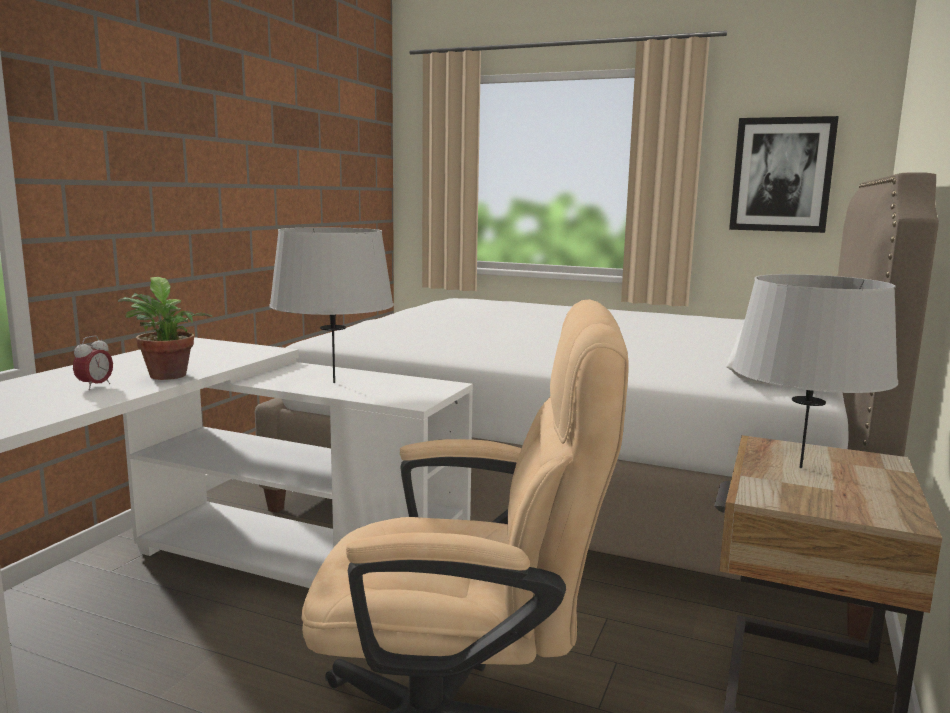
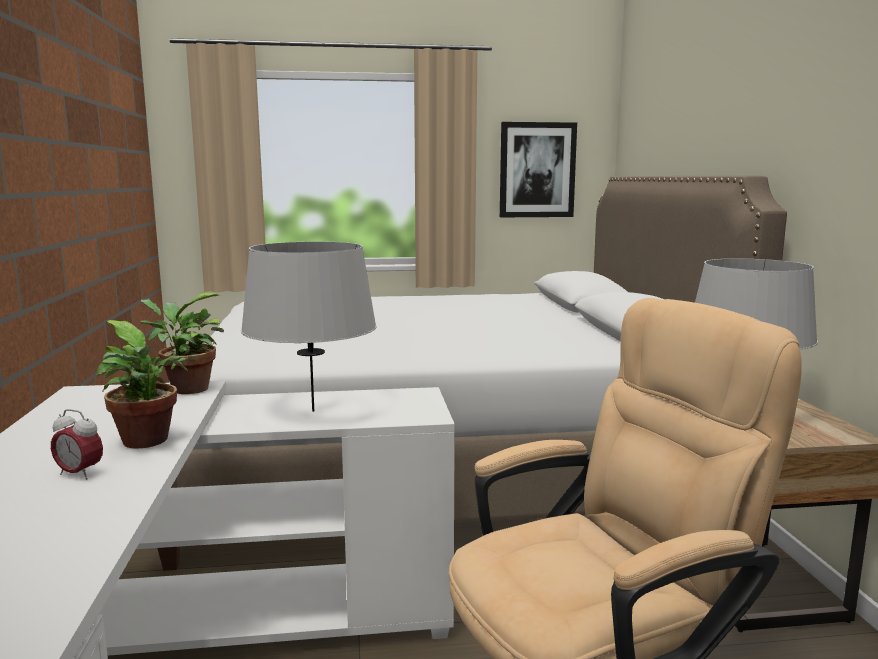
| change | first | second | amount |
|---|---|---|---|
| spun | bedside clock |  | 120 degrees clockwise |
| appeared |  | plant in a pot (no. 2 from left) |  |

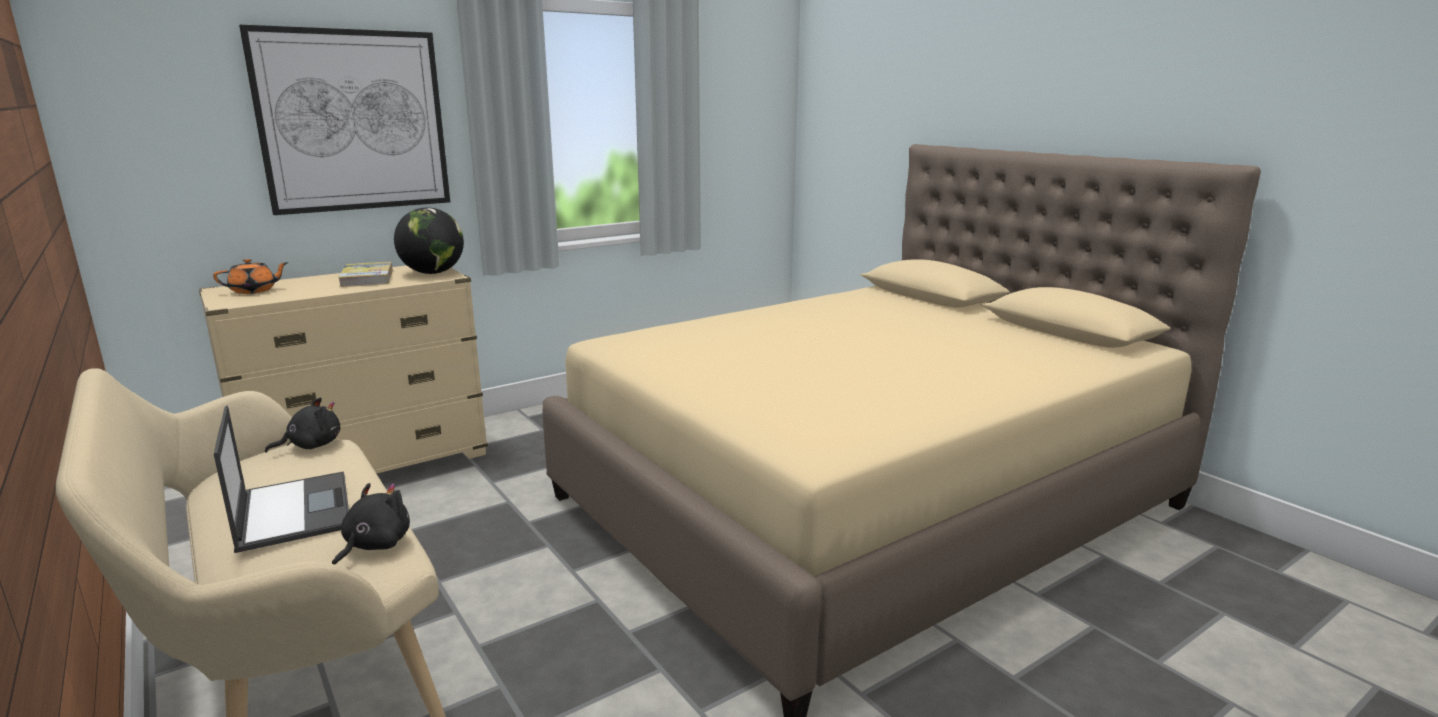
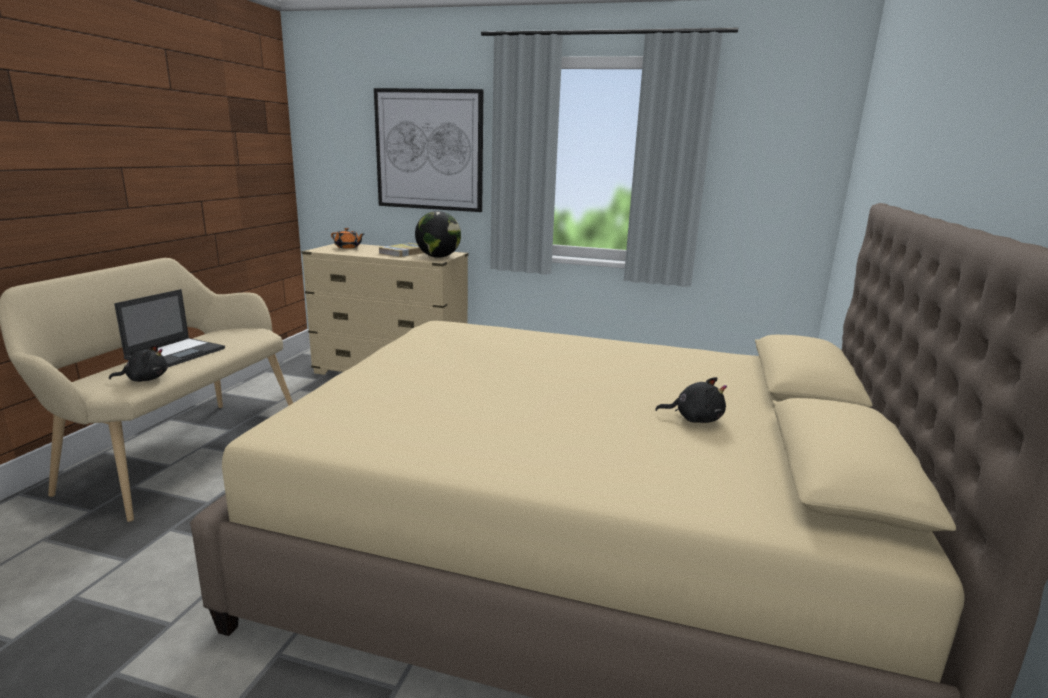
| change | first | second | amount |
|---|---|---|---|
| relocated | plush toy (blackish) (no. 1 from left in the first image) | plush toy (blackish) (no. 2 from left) |  |

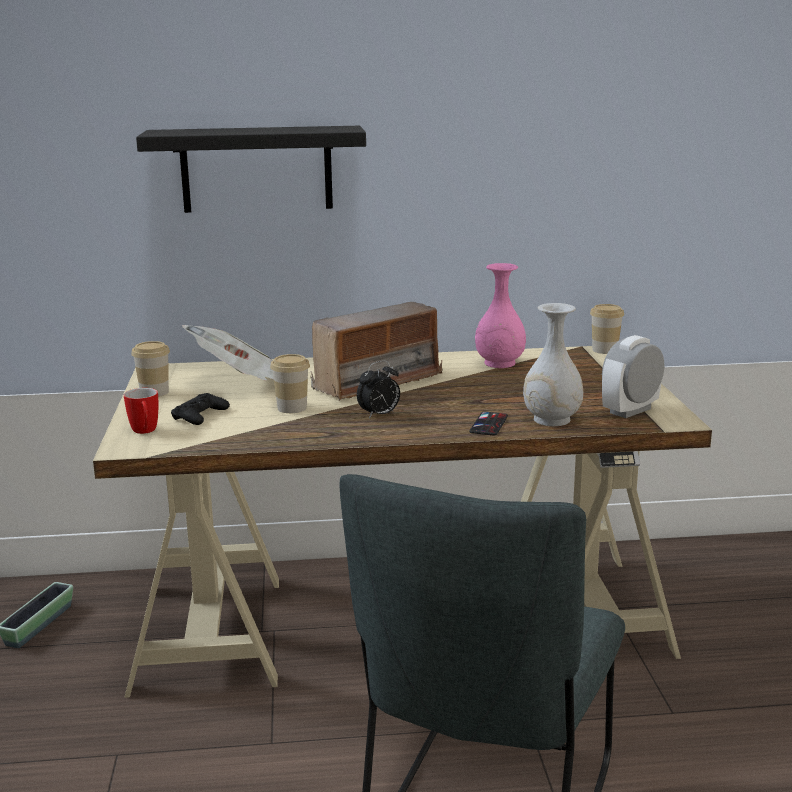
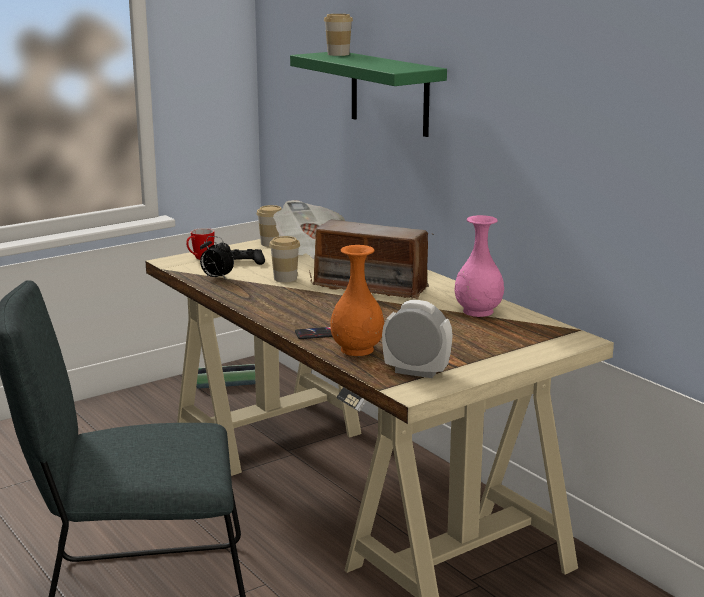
| change | first | second | amount |
|---|---|---|---|
| relocated | bedside clock (no. 1 from left) |  |  |
| colour | shelf (blackish) | shelf (green) |  |
| relocated | drinking cup (no. 3 from left) |  |  |
| colour | decorative vase (white-coloured) | decorative vase (orangey) |  |

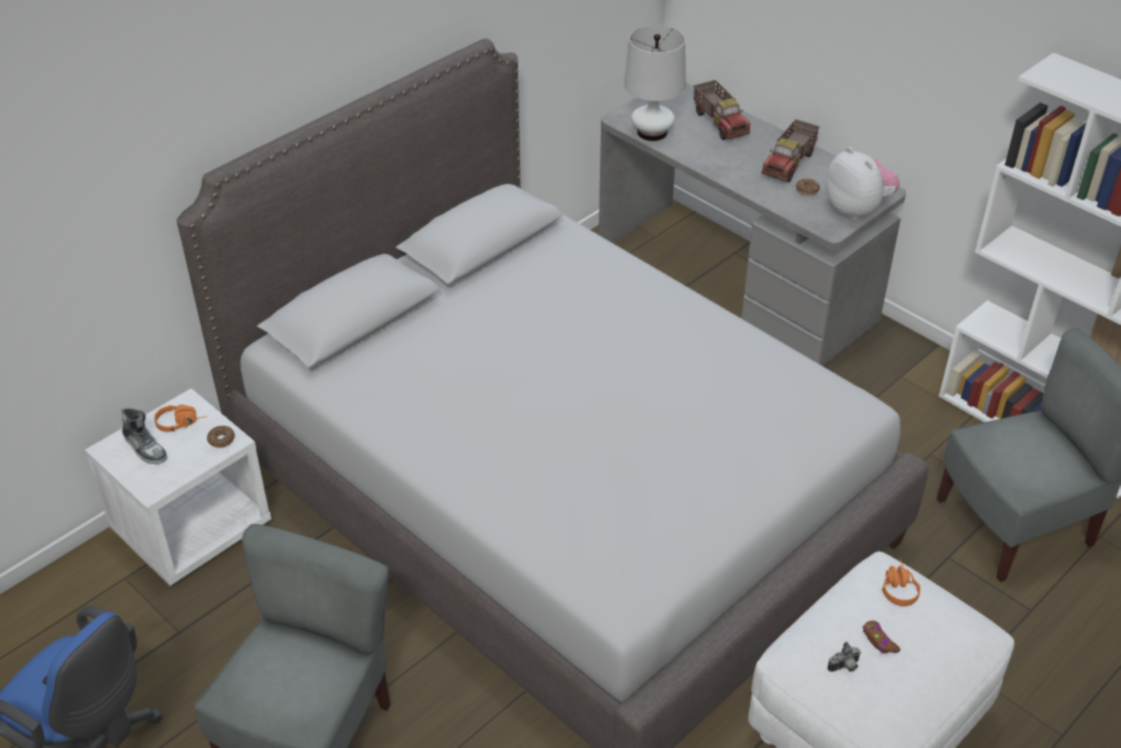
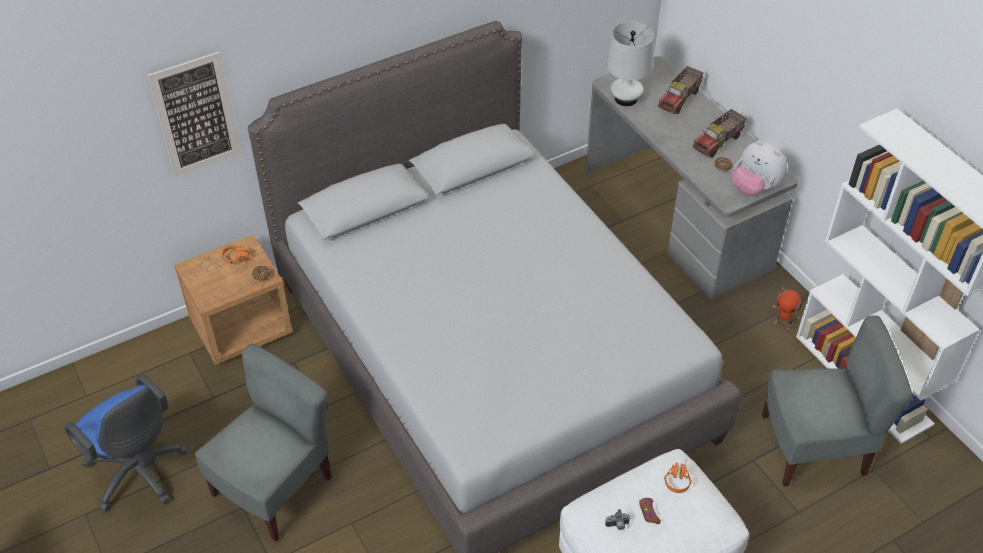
| change | first | second | amount |
|---|---|---|---|
| appeared |  | wall art |  |
| colour | night table (white-coloured) | night table (brown) |  |
| spun | toy lorry (no. 1 from left) |  | 45 degrees clockwise |
| spun | plush toy |  | 150 degrees clockwise |
| appeared |  | robot figure |  |
| missing | low shoe |  |  |

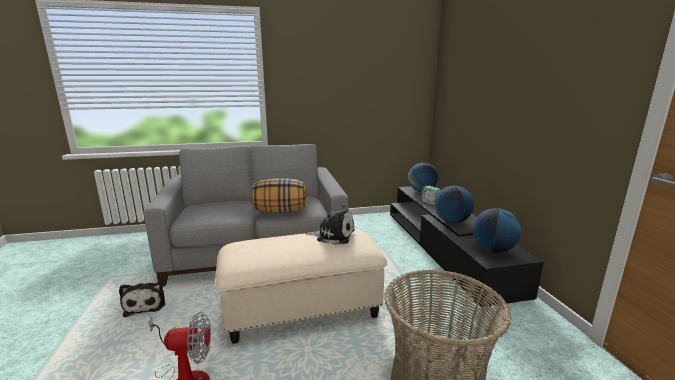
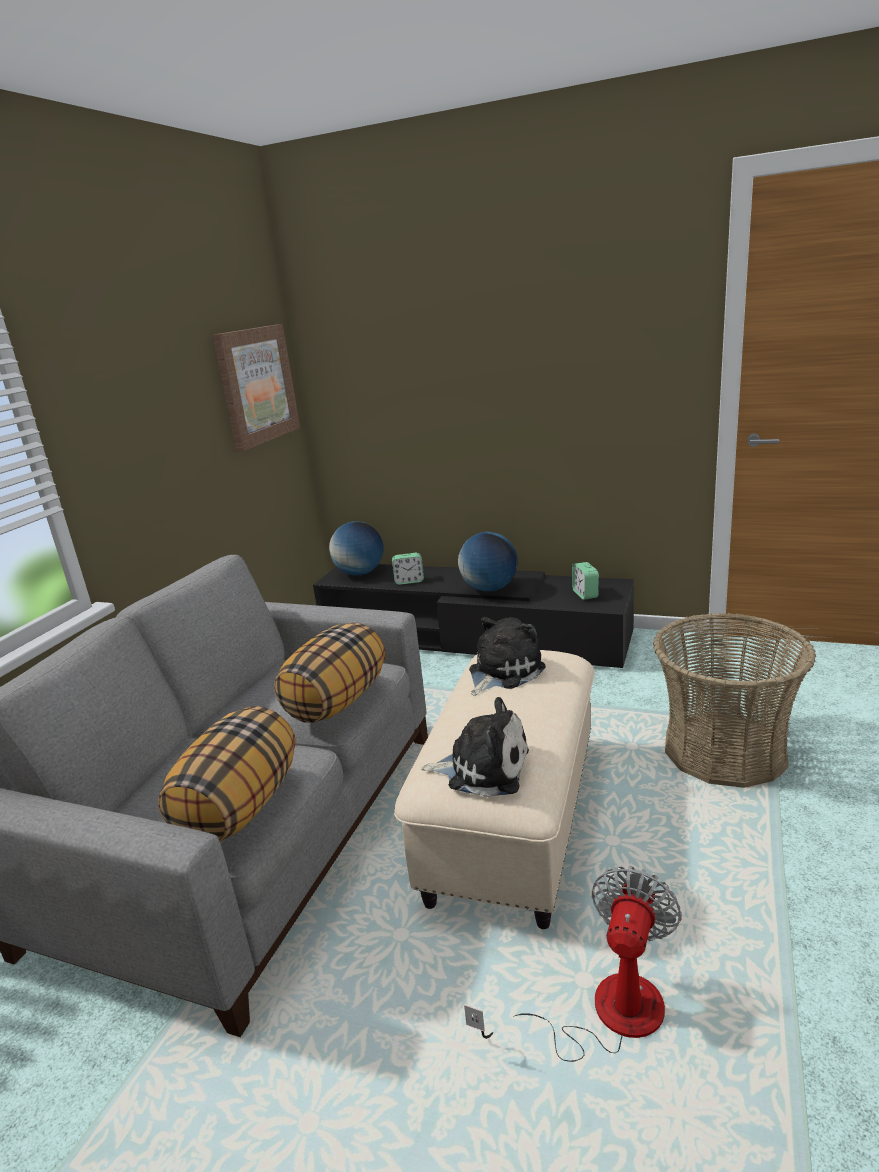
| change | first | second | amount |
|---|---|---|---|
| appeared |  | throw pillow (no. 1 from left) |  |
| appeared |  | wall art |  |
| relocated | plush toy (no. 1 from left) |  |  |
| exchanged | world globe (no. 3 from left) | bedside clock (no. 2 from left) |  |

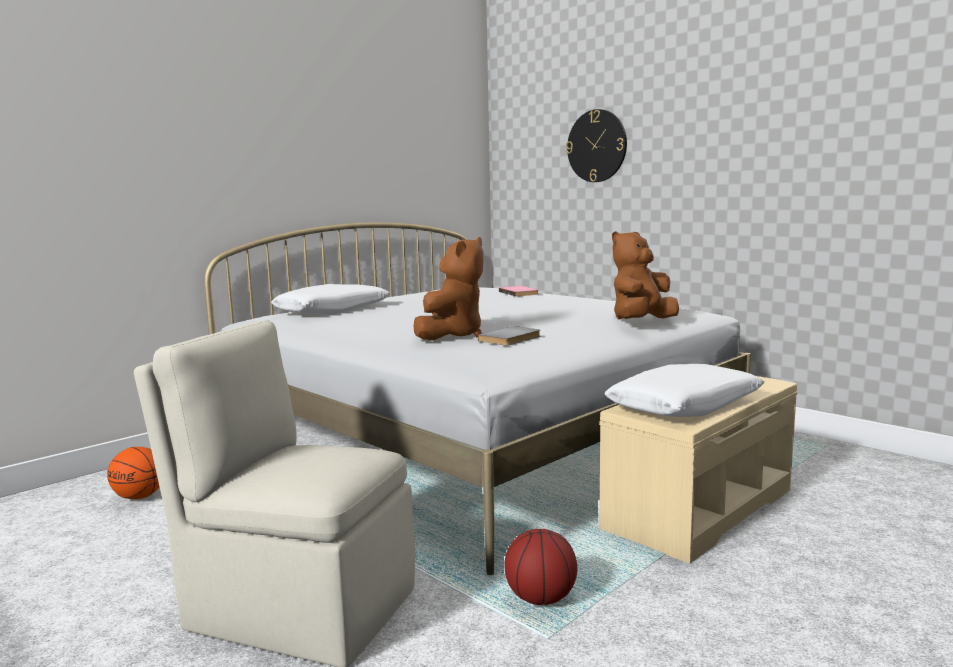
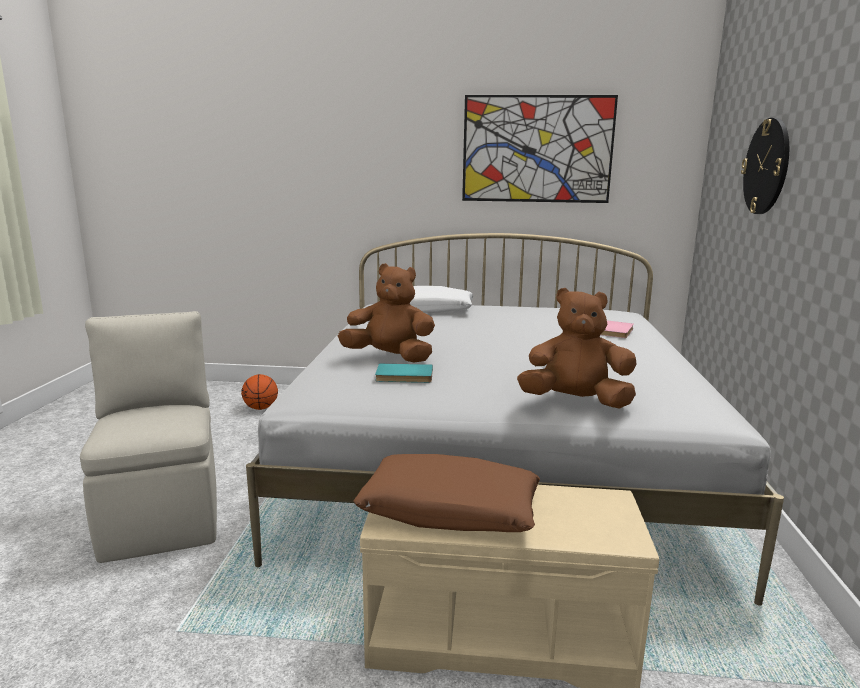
| change | first | second | amount |
|---|---|---|---|
| spun | plush toy (brown) (no. 1 from left) |  | 150 degrees counterclockwise |
| colour | throw pillow (white-coloured) (no. 2 from left) | throw pillow (brown) |  |
| colour | volume (grey) | volume (blue-green) |  |
| appeared |  | wall art |  |
| missing | ball for basketball (no. 2 from left) |  |  |

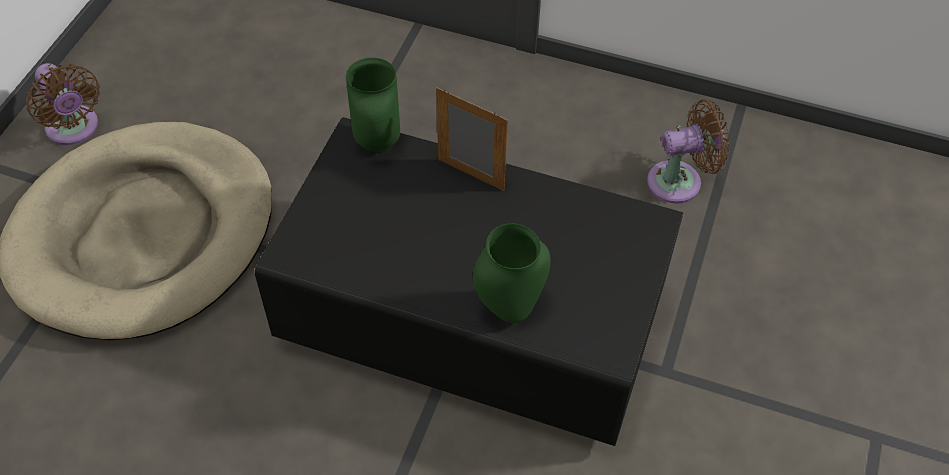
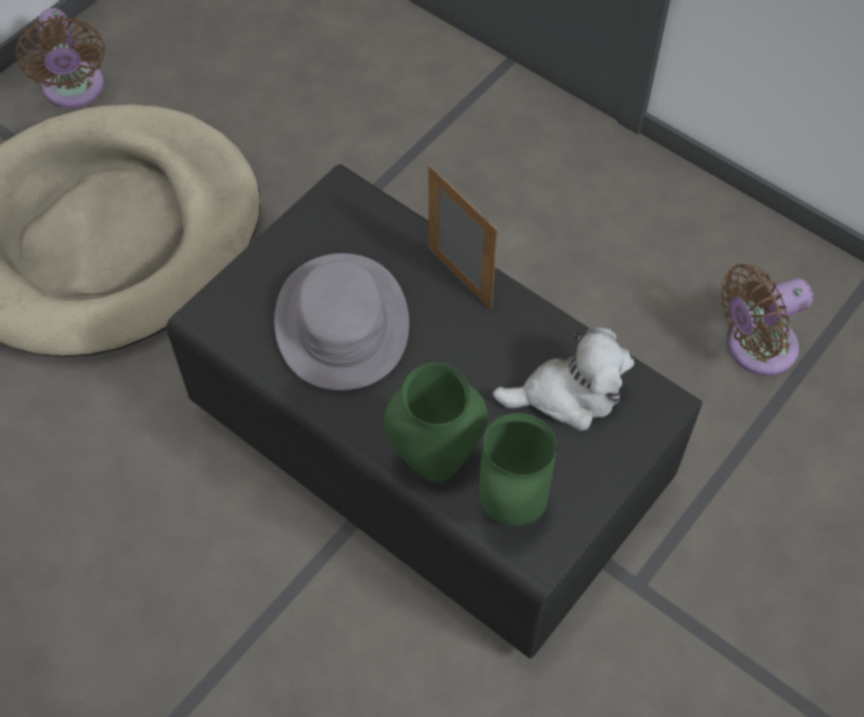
| change | first | second | amount |
|---|---|---|---|
| appeared |  | clothing hat (grey) |  |
| relocated | decorative vase (green) (no. 1 from left in the first image) | decorative vase (green) (no. 2 from left) |  |
| appeared |  | plush toy |  |
| spun | electric fan (brown) (no. 2 from left) |  | 150 degrees clockwise |

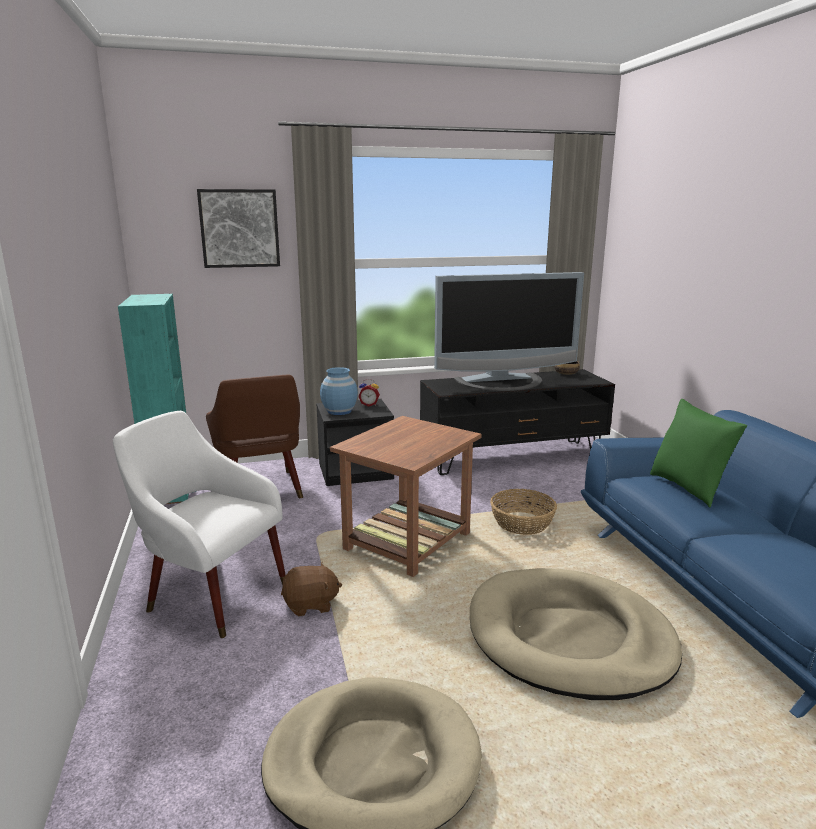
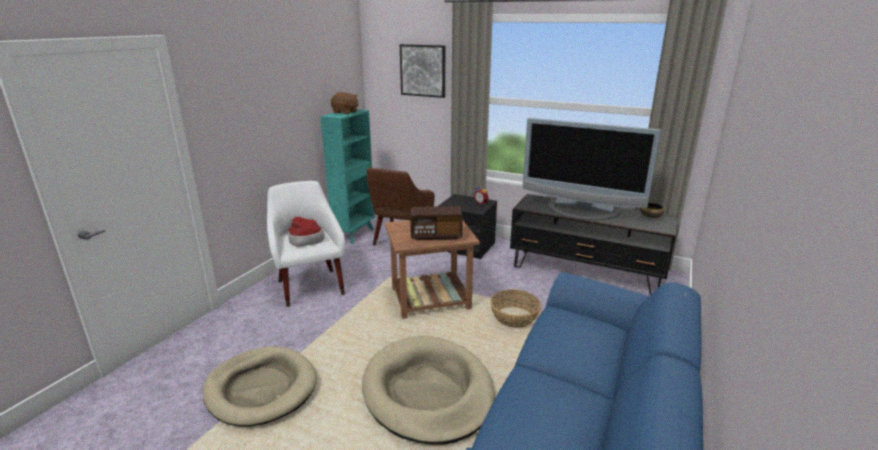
| change | first | second | amount |
|---|---|---|---|
| appeared |  | clothing hat |  |
| relocated | plush toy (brown) |  |  |
| appeared |  | radio set |  |
| missing | decorative vase (blue) |  |  |
| missing | throw pillow (green) |  |  |

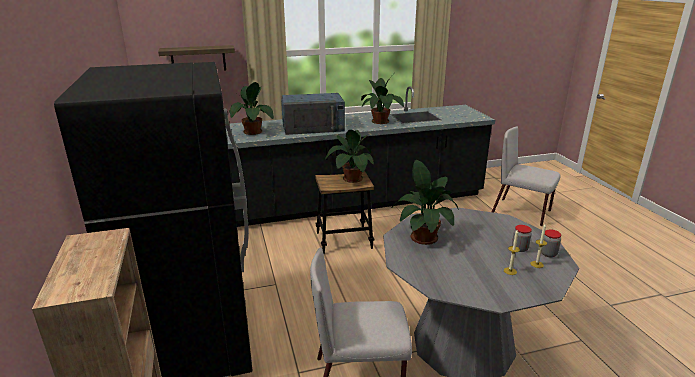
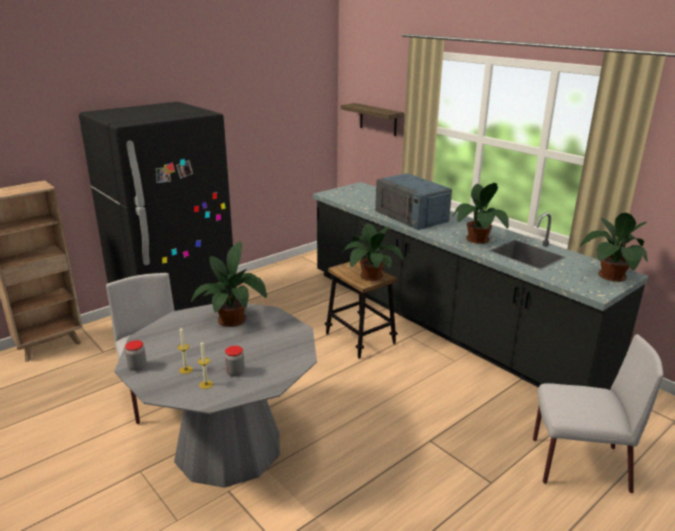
| change | first | second | amount |
|---|---|---|---|
| relocated | jar (no. 2 from left in the first image) | jar (no. 1 from left) |  |
| spun | chair (grey) (no. 2 from left) |  | 90 degrees clockwise |
| relocated | plant in a pot (no. 1 from left in the first image) | plant in a pot (no. 4 from left) |  |

